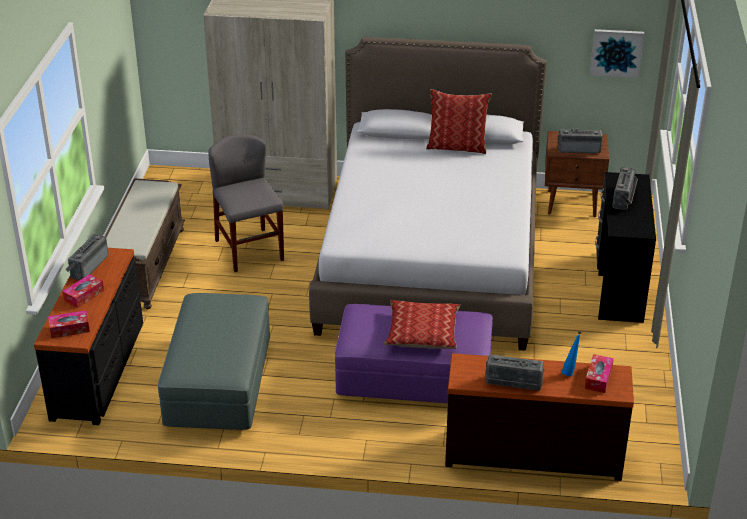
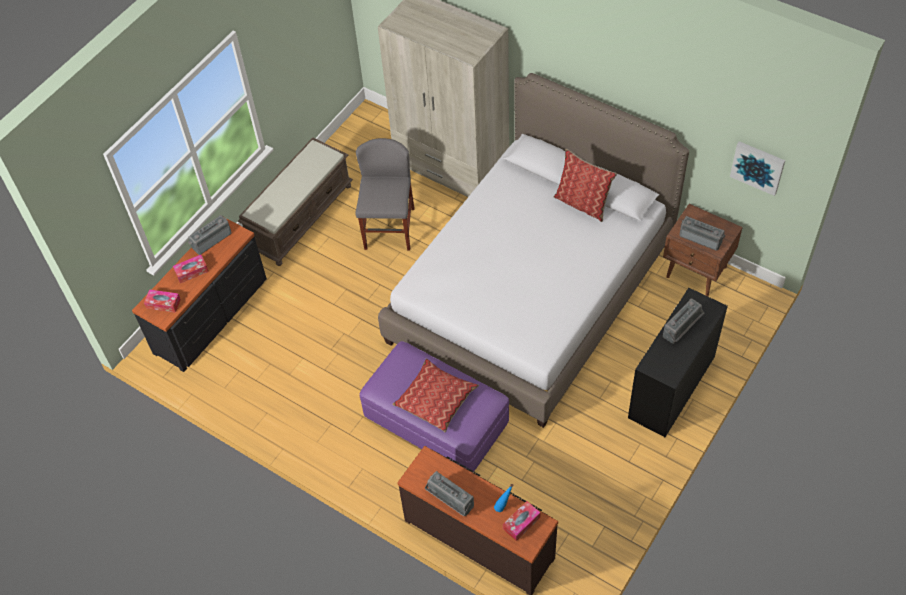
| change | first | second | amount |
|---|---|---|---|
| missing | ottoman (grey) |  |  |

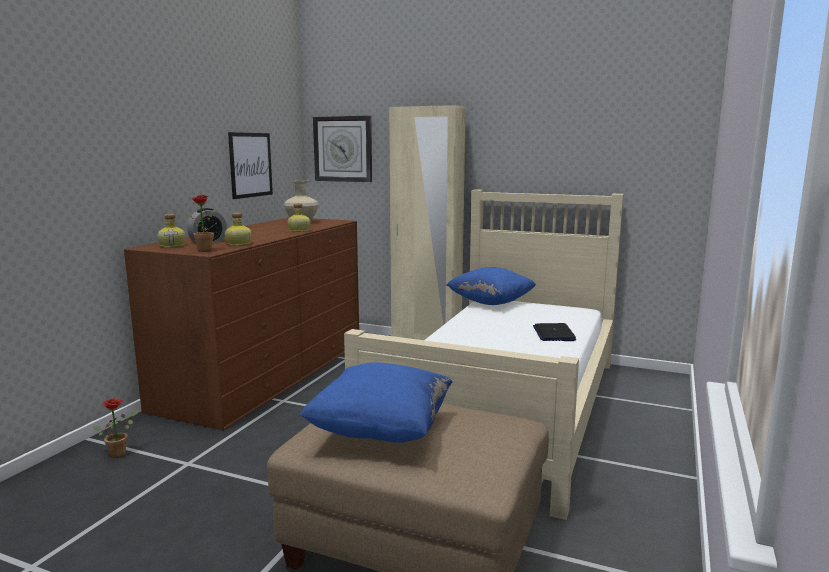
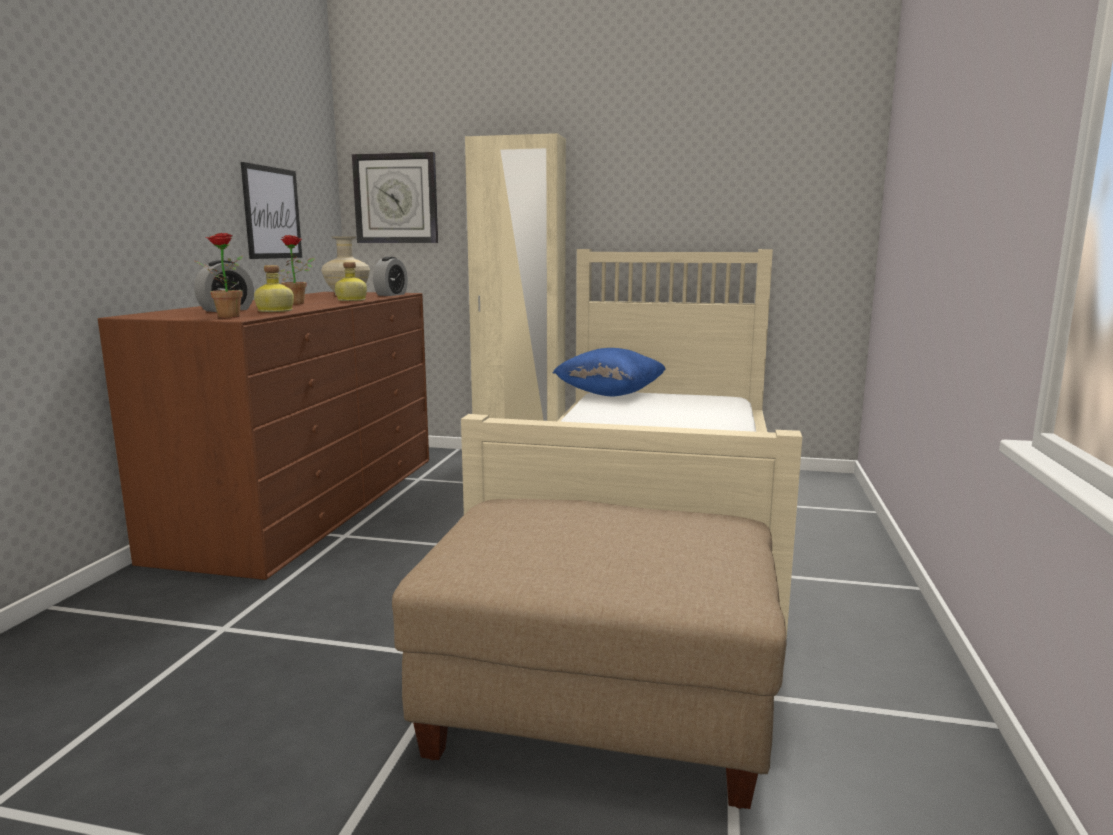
| change | first | second | amount |
|---|---|---|---|
| relocated | plant in a pot (no. 1 from left in the first image) | plant in a pot (no. 2 from left) |  |
| appeared |  | bedside clock (no. 2 from left) |  |
| missing | drink bottle (no. 1 from left) |  |  |
| missing | throw pillow (blue) (no. 1 from left) |  |  |
| missing | laptop |  |  |

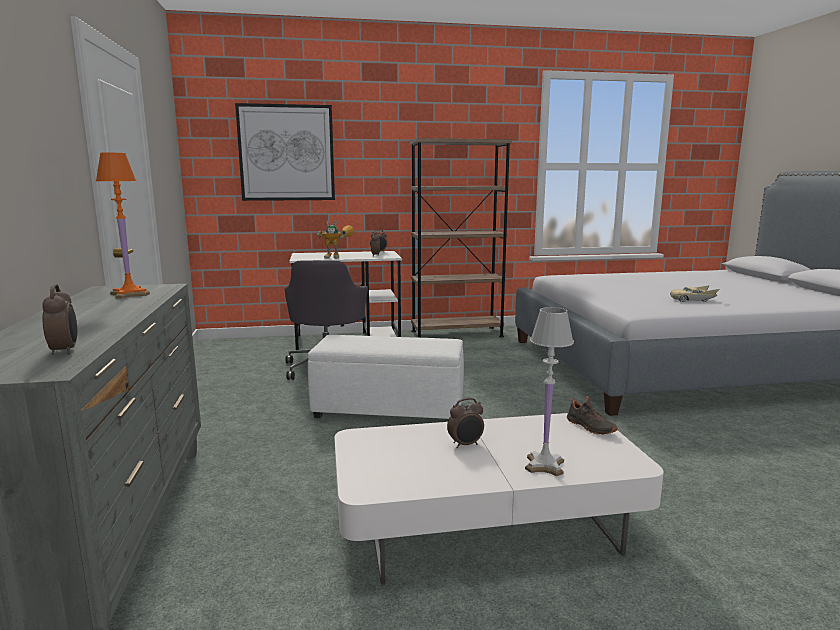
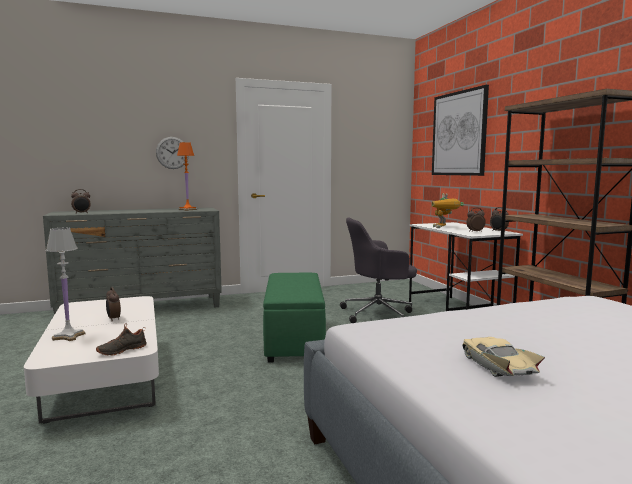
| change | first | second | amount |
|---|---|---|---|
| appeared |  | clock on the wall |  |
| colour | ottoman (white-coloured) | ottoman (green) |  |

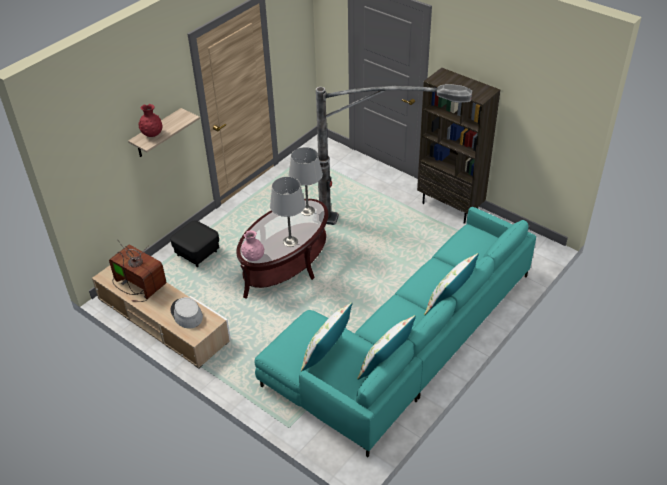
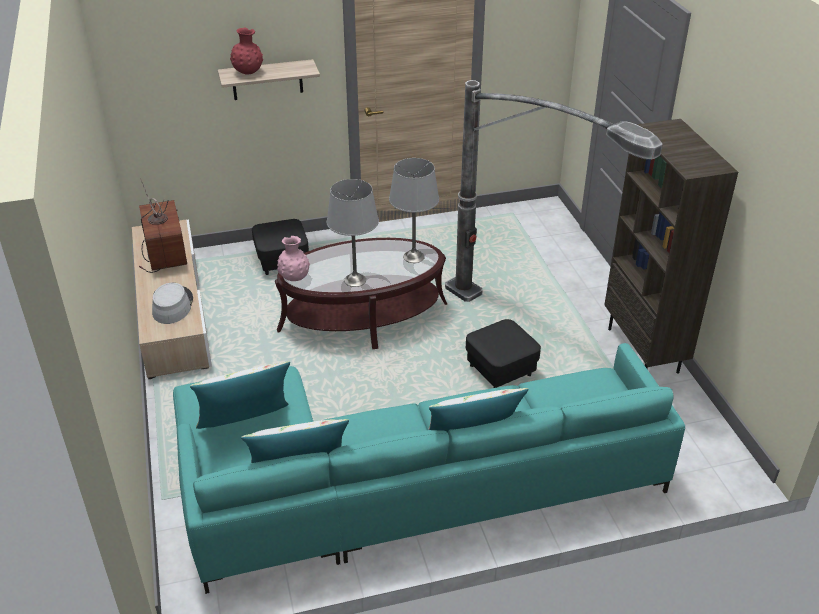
| change | first | second | amount |
|---|---|---|---|
| appeared |  | ottoman (blackish) (no. 2 from left) |  |

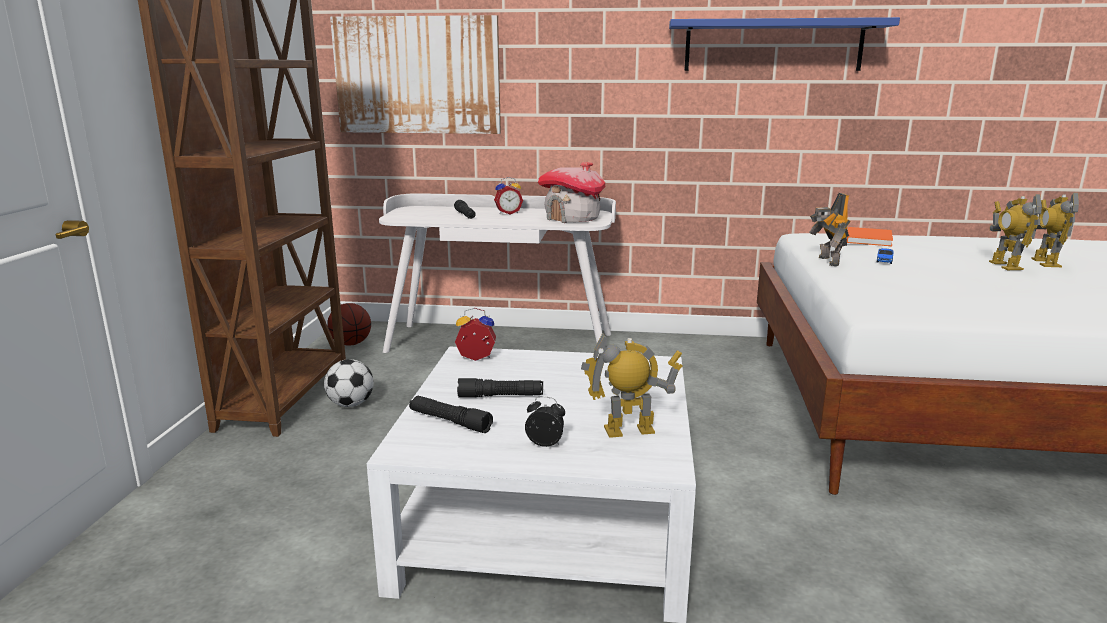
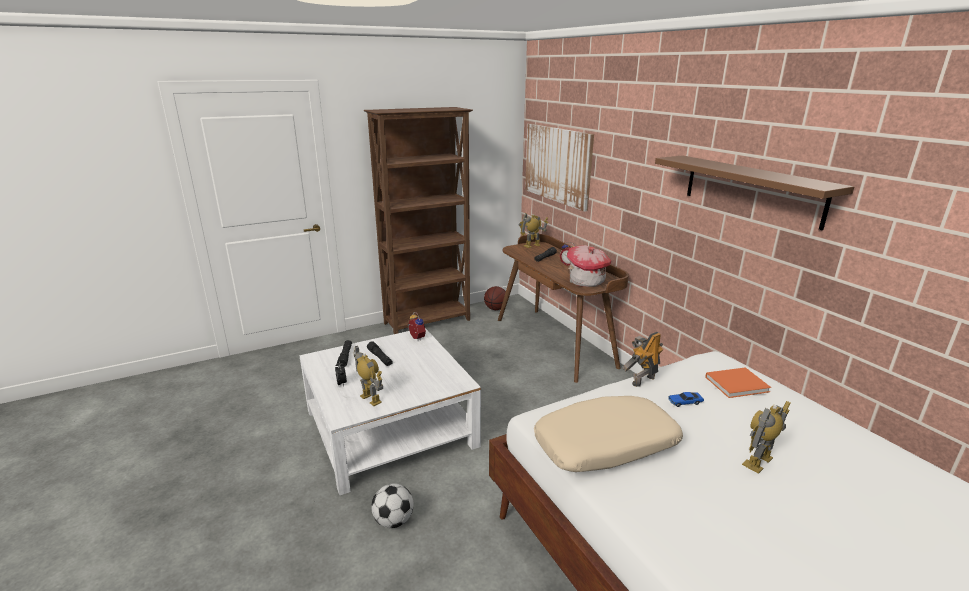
| change | first | second | amount |
|---|---|---|---|
| relocated | football |  |  |
| colour | desk table (white-coloured) | desk table (brown) |  |
| relocated | robot figure (no. 4 from left in the first image) | robot figure (no. 2 from left) |  |
| appeared |  | throw pillow (beige) |  |
| colour | shelf (blue) | shelf (brown) |  |

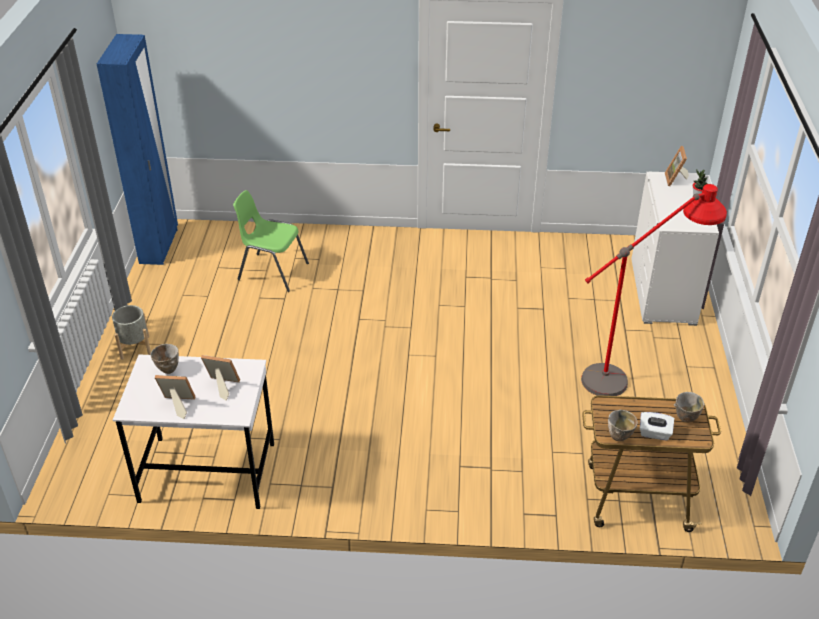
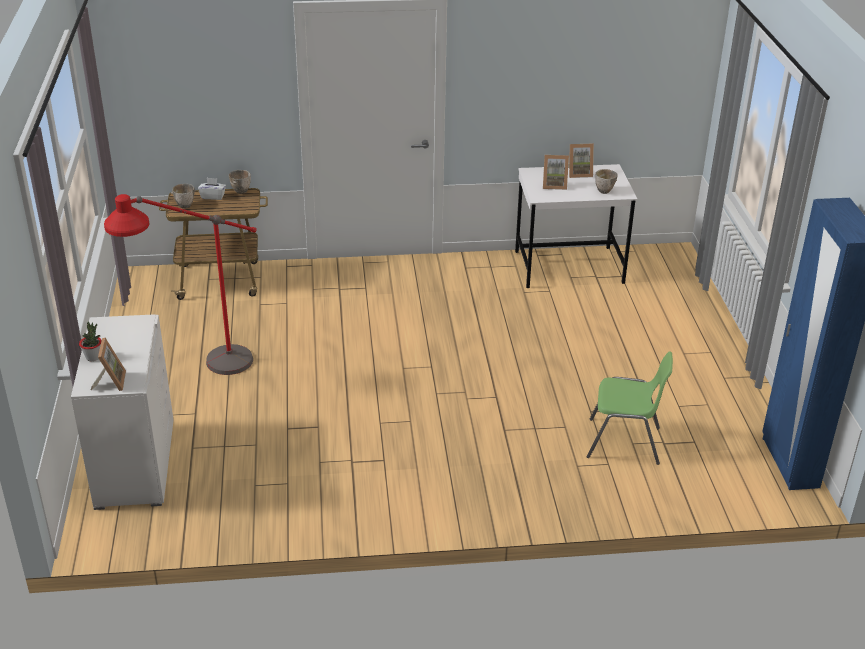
| change | first | second | amount |
|---|---|---|---|
| missing | planter (grey) |  |  |

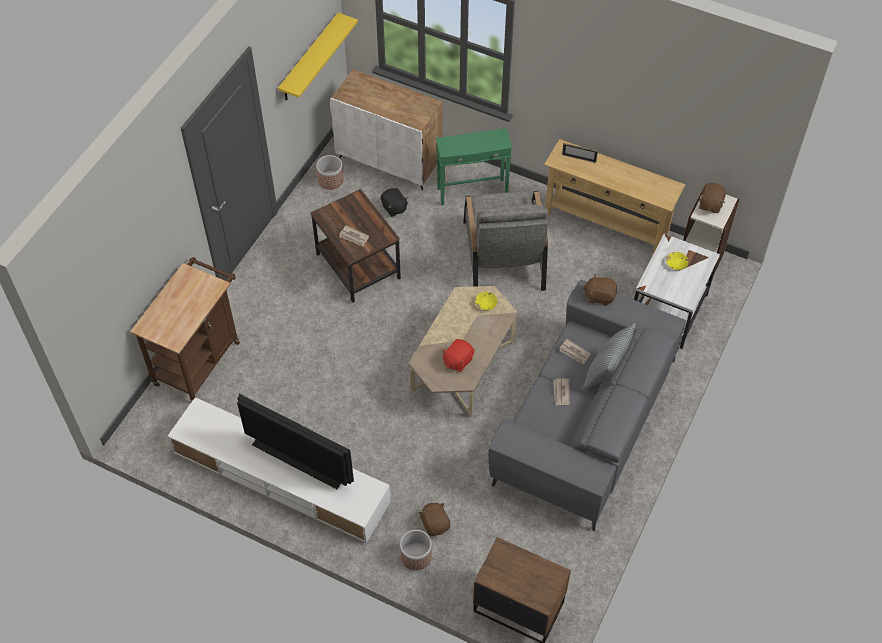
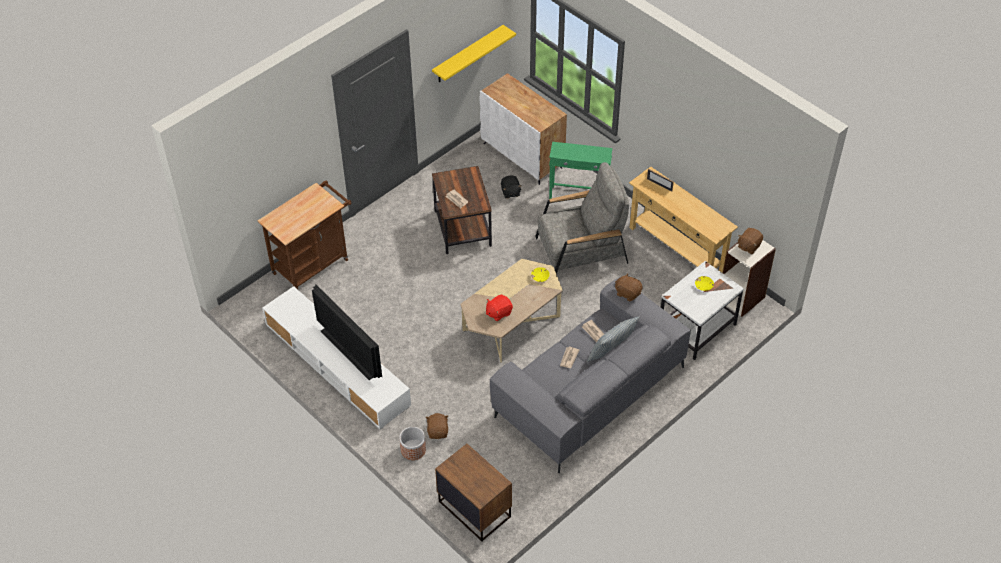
| change | first | second | amount |
|---|---|---|---|
| spun | armchair (grey) |  | 120 degrees counterclockwise |
| missing | planter (no. 1 from left) |  |  |

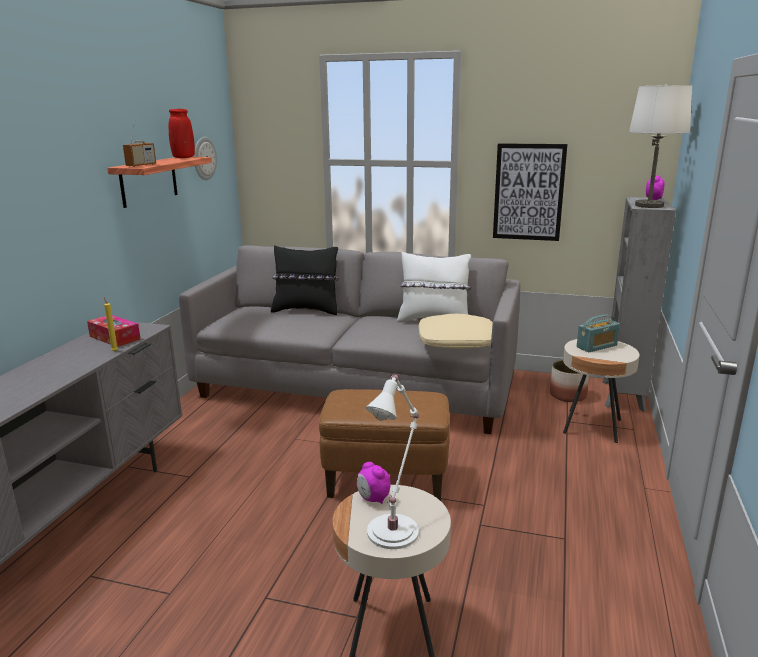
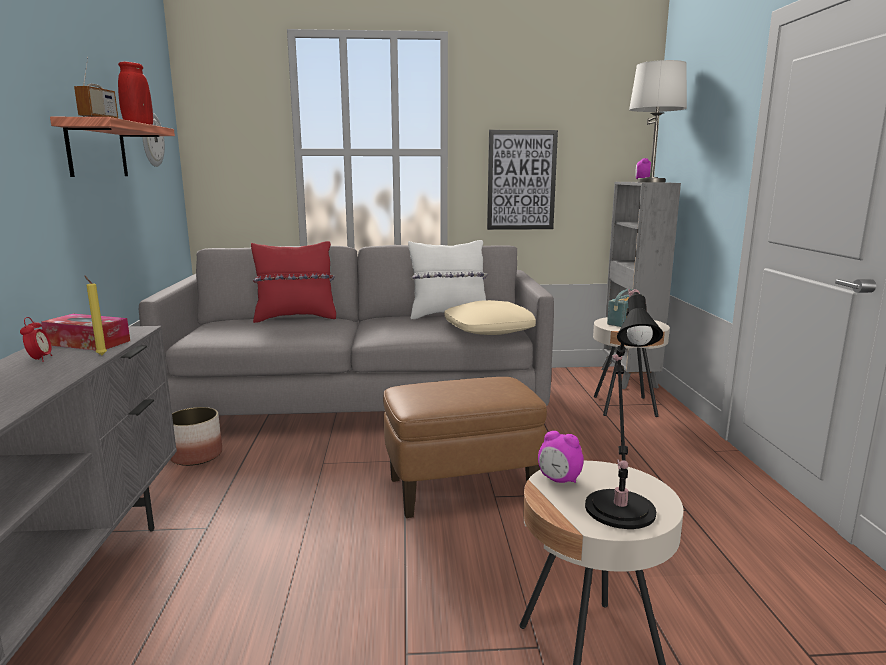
| change | first | second | amount |
|---|---|---|---|
| appeared |  | bedside clock (no. 1 from left) |  |
| relocated | planter |  |  |
| colour | throw pillow (blackish) | throw pillow (red-coloured) |  |
| colour | tabletop lamp (white-coloured) (no. 1 from left) | tabletop lamp (blackish) |  |

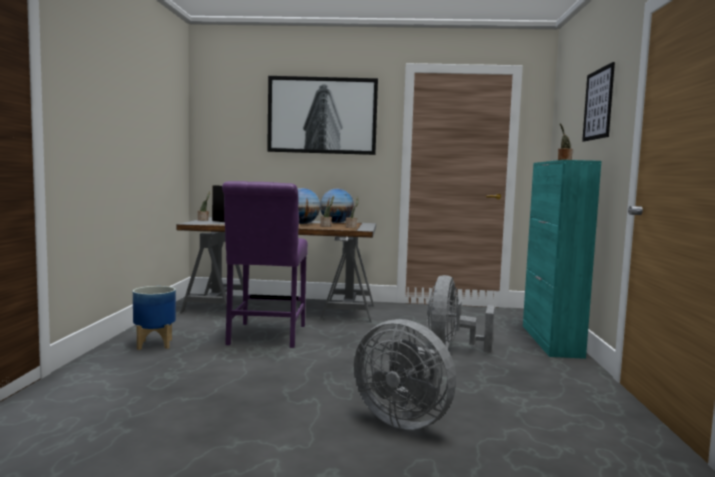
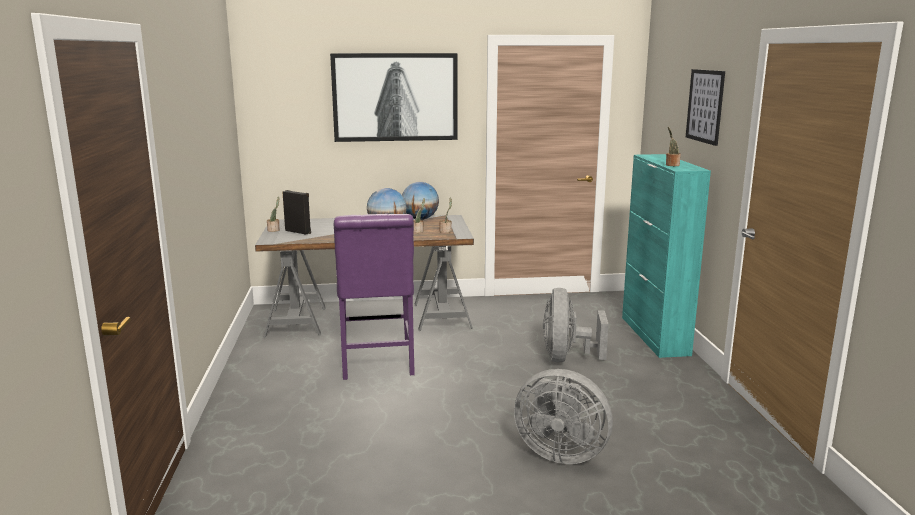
| change | first | second | amount |
|---|---|---|---|
| missing | planter |  |  |

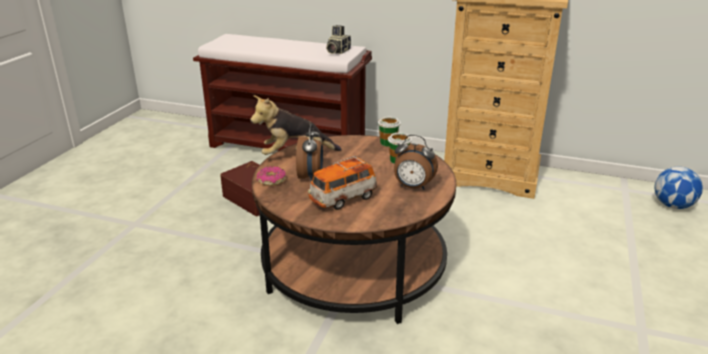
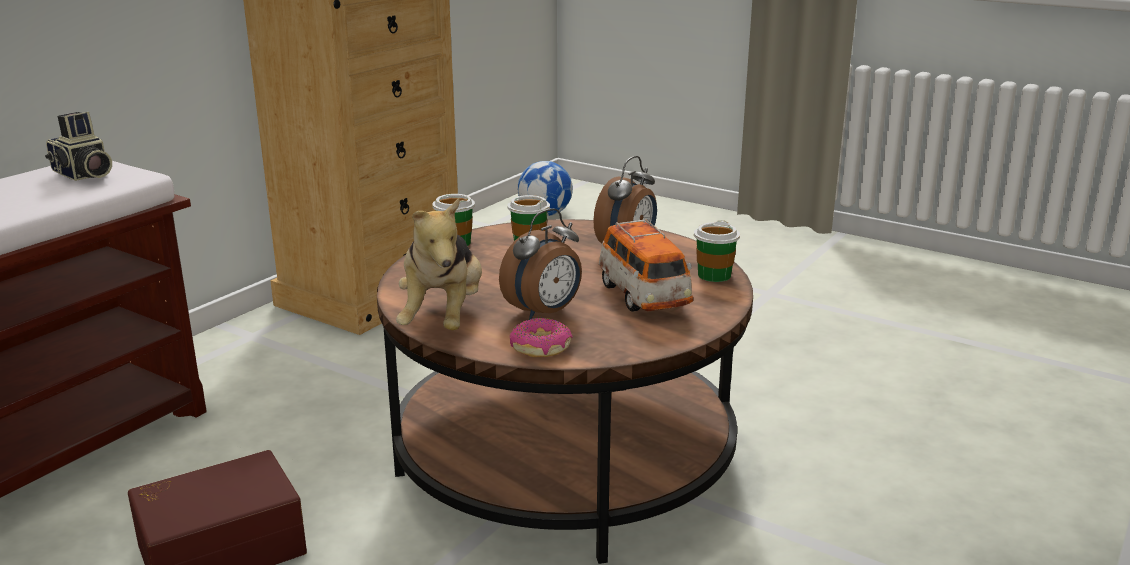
| change | first | second | amount |
|---|---|---|---|
| spun | bedside clock (no. 1 from left) |  | 120 degrees clockwise |
| appeared |  | drinking cup (no. 3 from left) |  |

